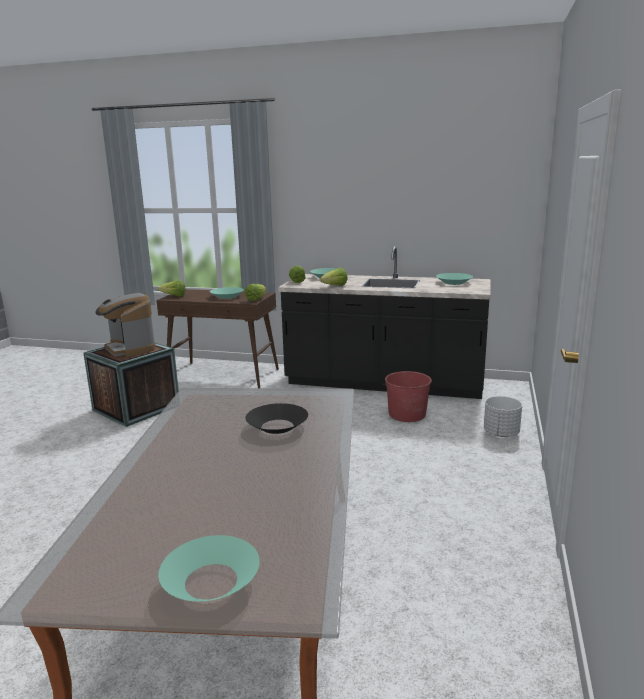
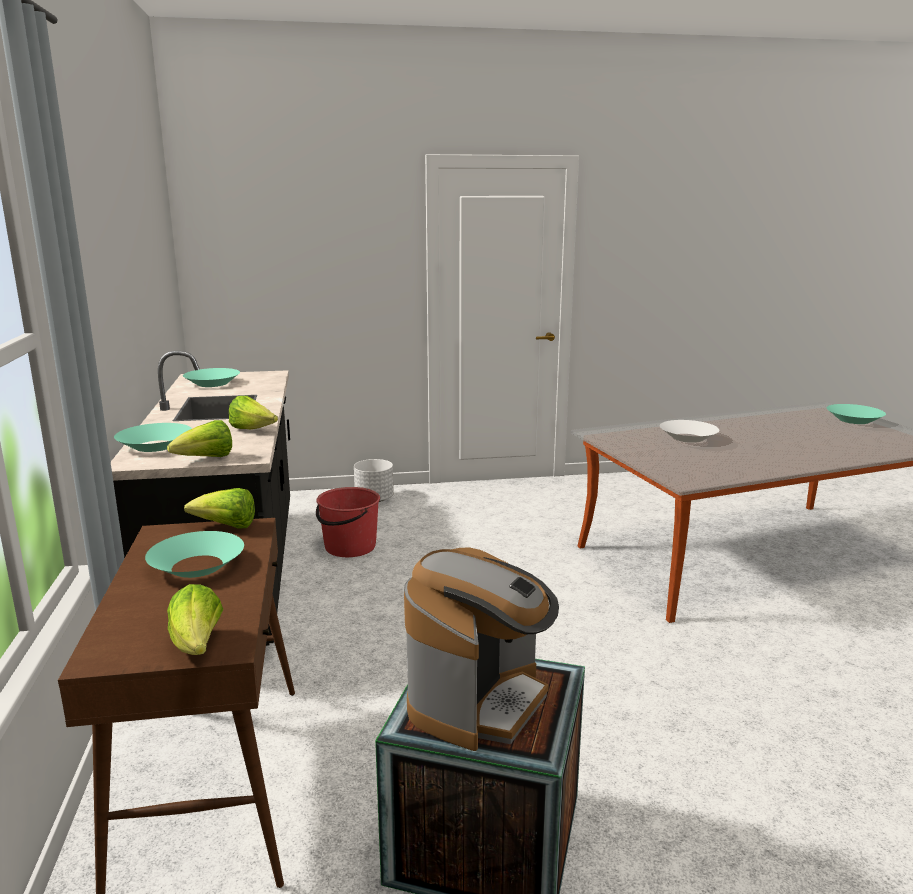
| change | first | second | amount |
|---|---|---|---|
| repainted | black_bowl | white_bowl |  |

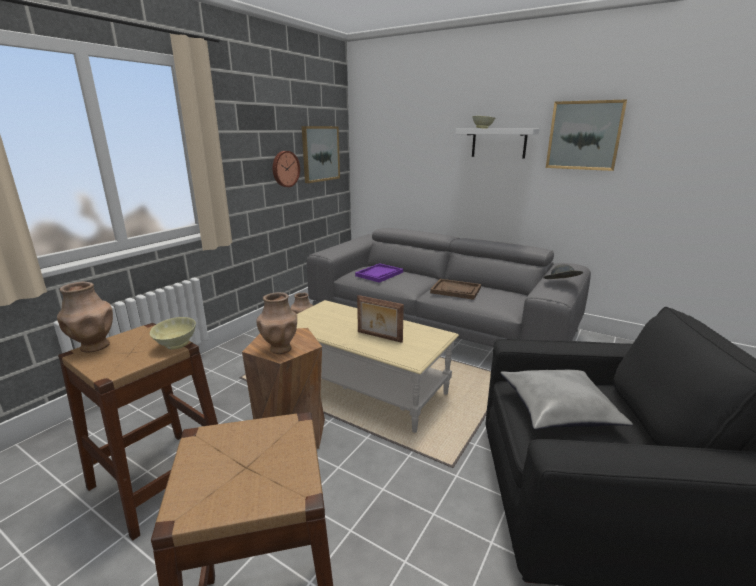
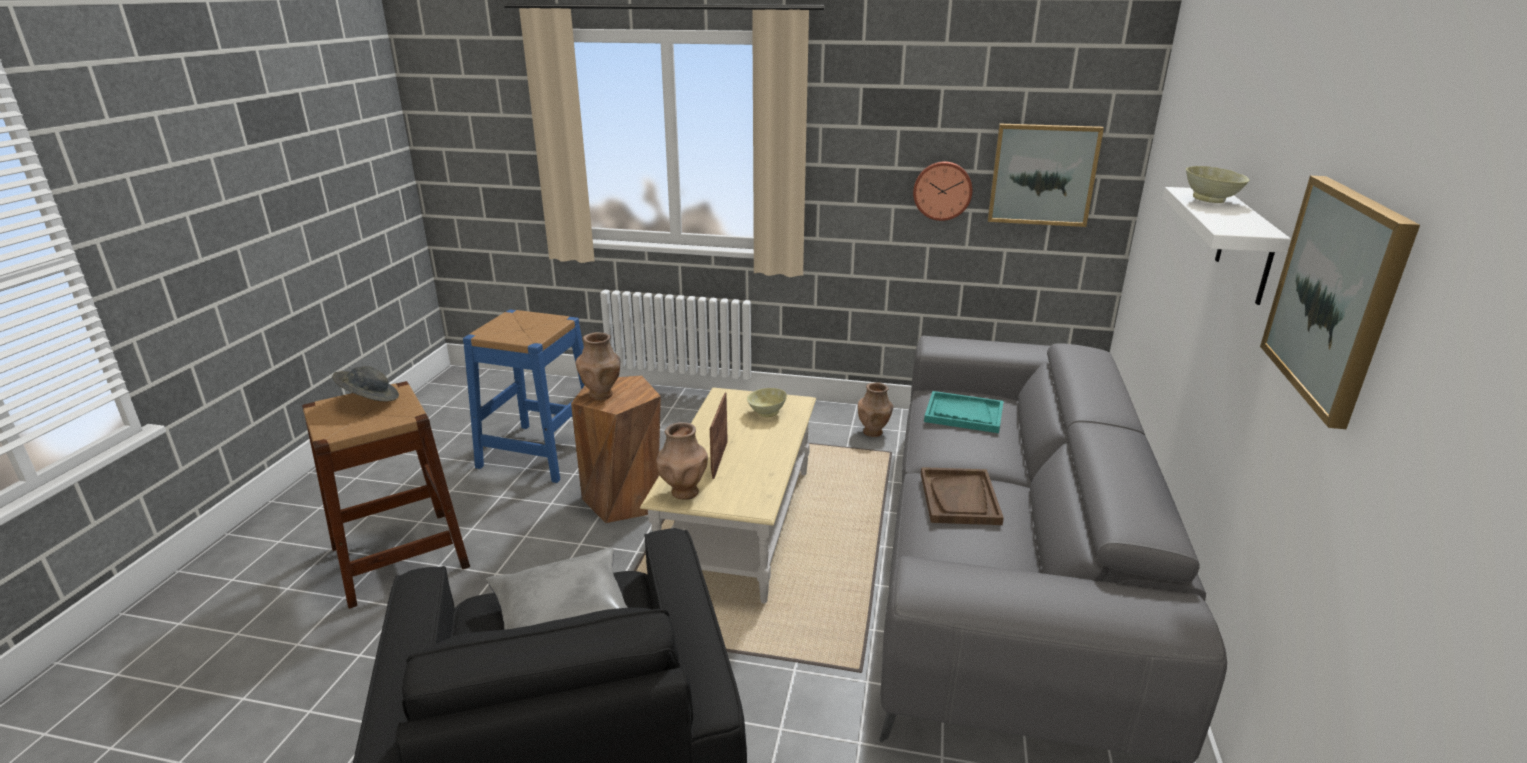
| change | first | second | amount |
|---|---|---|---|
| shifted | brown_vase (no. 1 from left in the first image) | brown_vase (no. 2 from left) |  |
| shifted | beige_bowl (no. 1 from left) |  |  |
| shifted | grey_hat |  |  |
| repainted | brown_stool (no. 1 from left) | blue_stool |  |
| repainted | purple_tray | turquoise_tray |  |

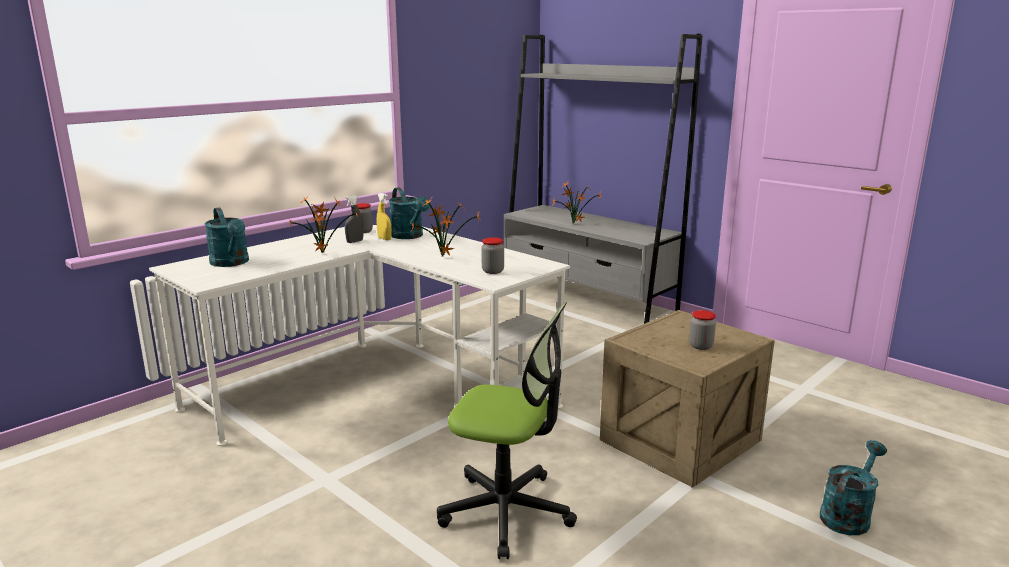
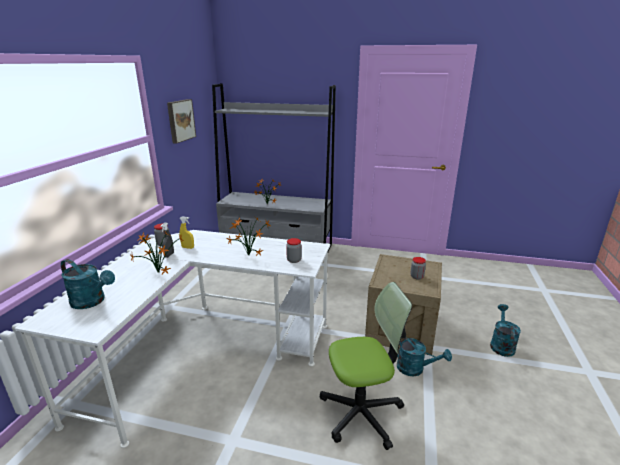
| change | first | second | amount |
|---|---|---|---|
| new |  | picture |  |
| shifted | turquoise_watering_can (no. 2 from left) |  |  |

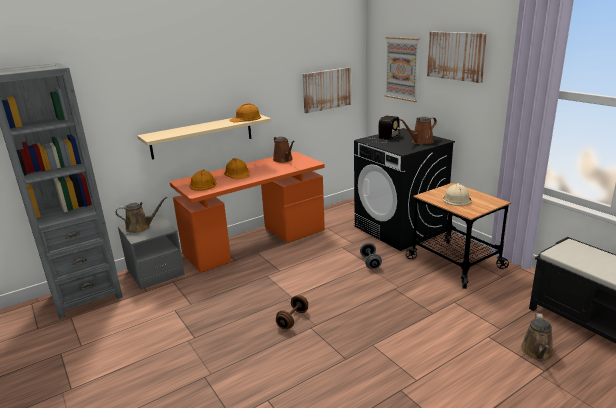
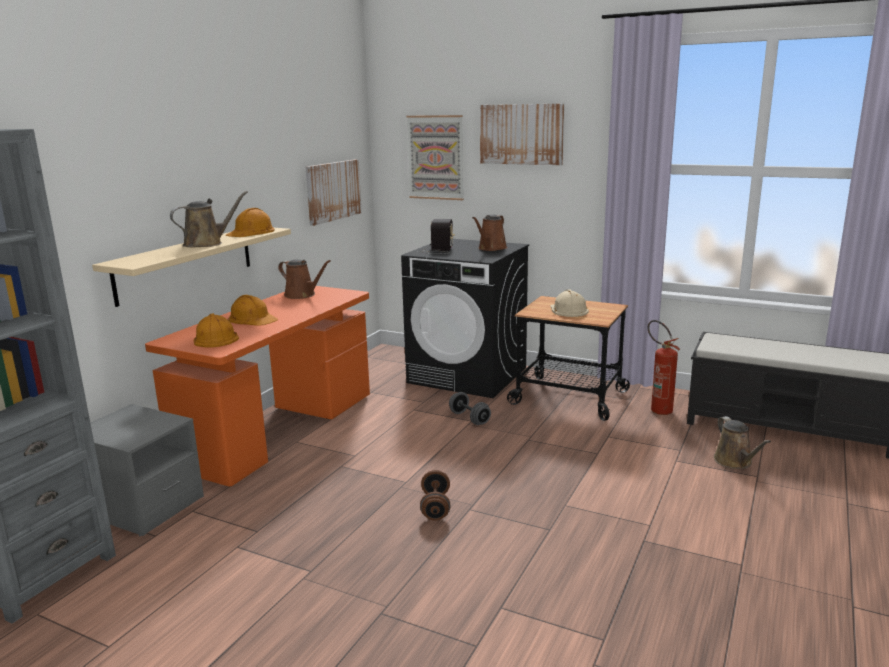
| change | first | second | amount |
|---|---|---|---|
| new |  | fire_extinguisher |  |
| shifted | brown_watering_can (no. 1 from left) |  |  |

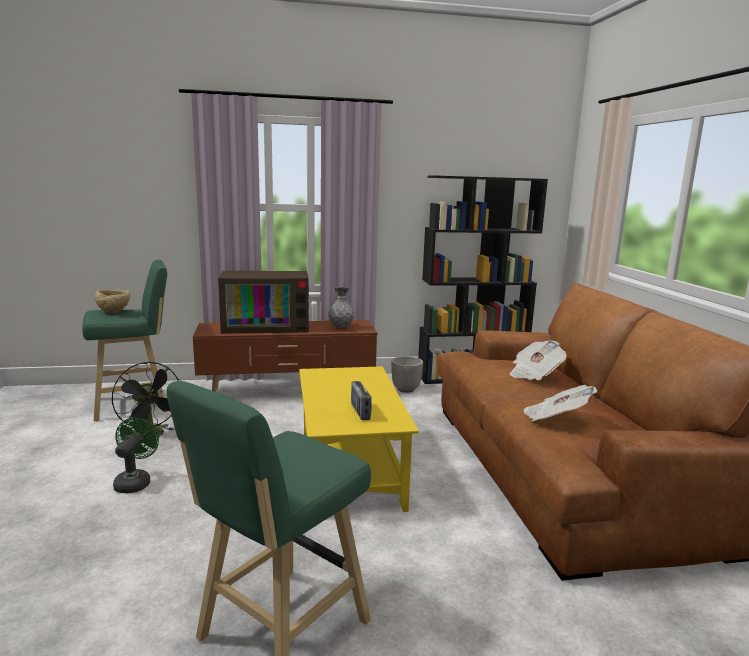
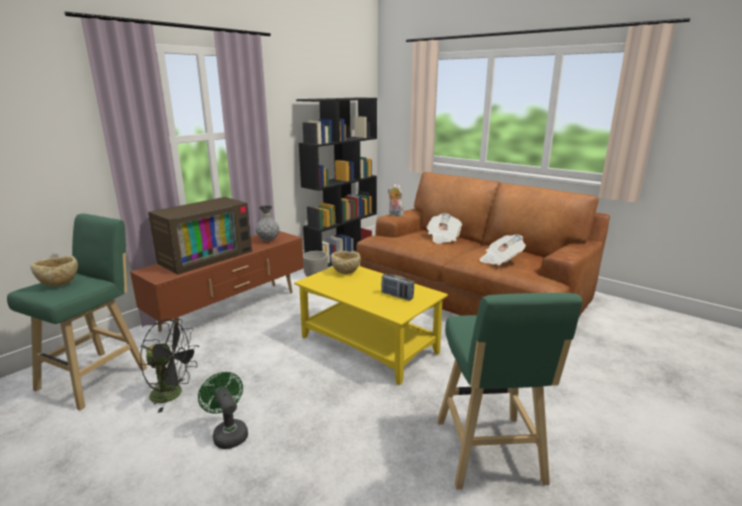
| change | first | second | amount |
|---|---|---|---|
| new |  | beige_bowl (no. 2 from left) |  |
| new |  | plush_toy |  |

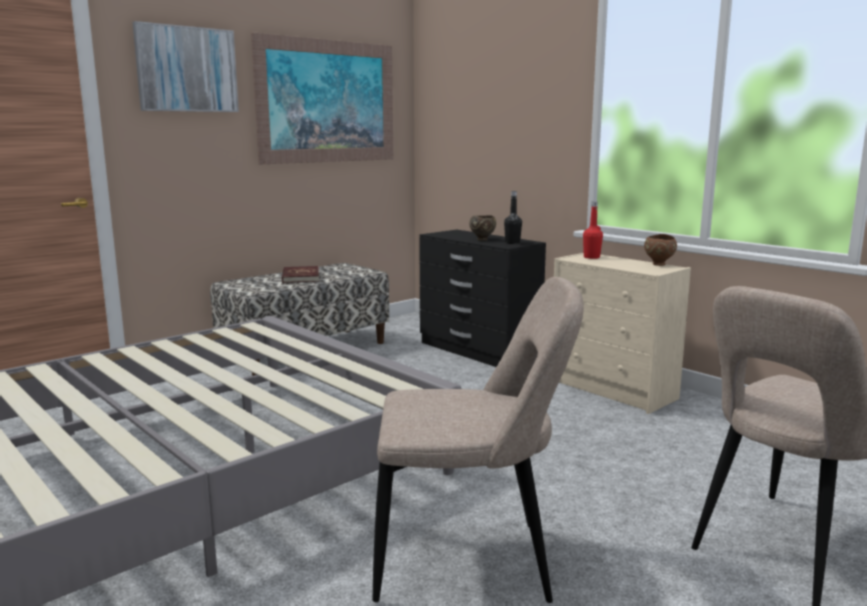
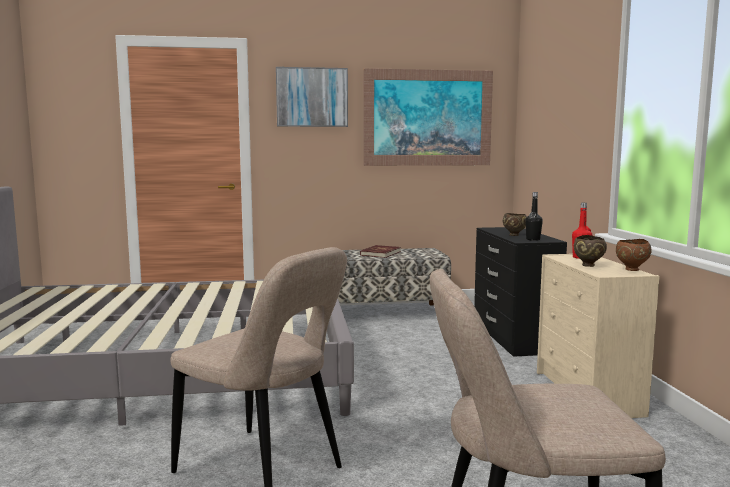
| change | first | second | amount |
|---|---|---|---|
| new |  | brown_bowl (no. 2 from left) |  |

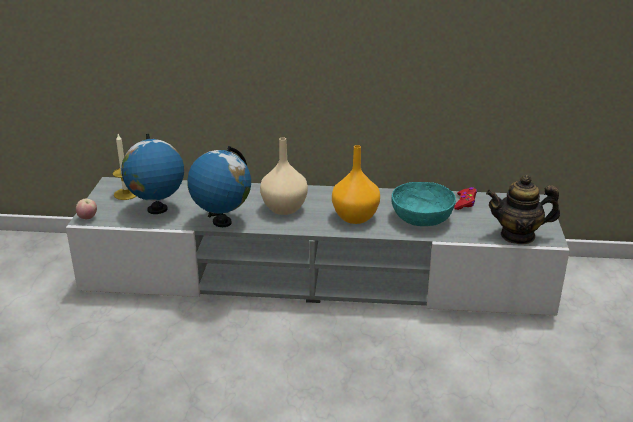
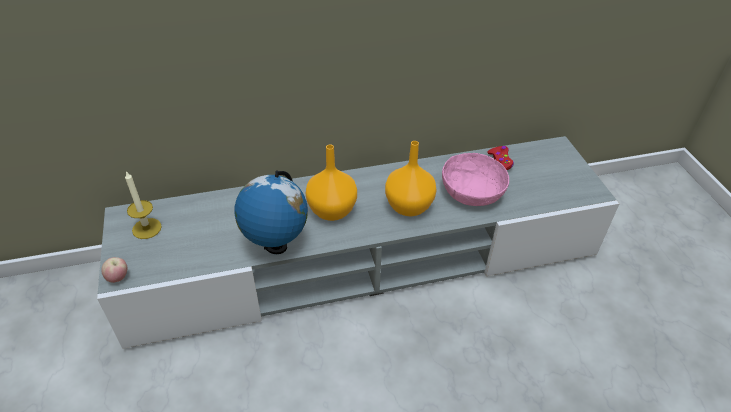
| change | first | second | amount |
|---|---|---|---|
| gone | globe (no. 1 from left) |  |  |
| gone | teapot |  |  |
| repainted | beige_vase | orange_vase (no. 1 from left) |  |
| repainted | turquoise_bowl | pink_bowl |  |

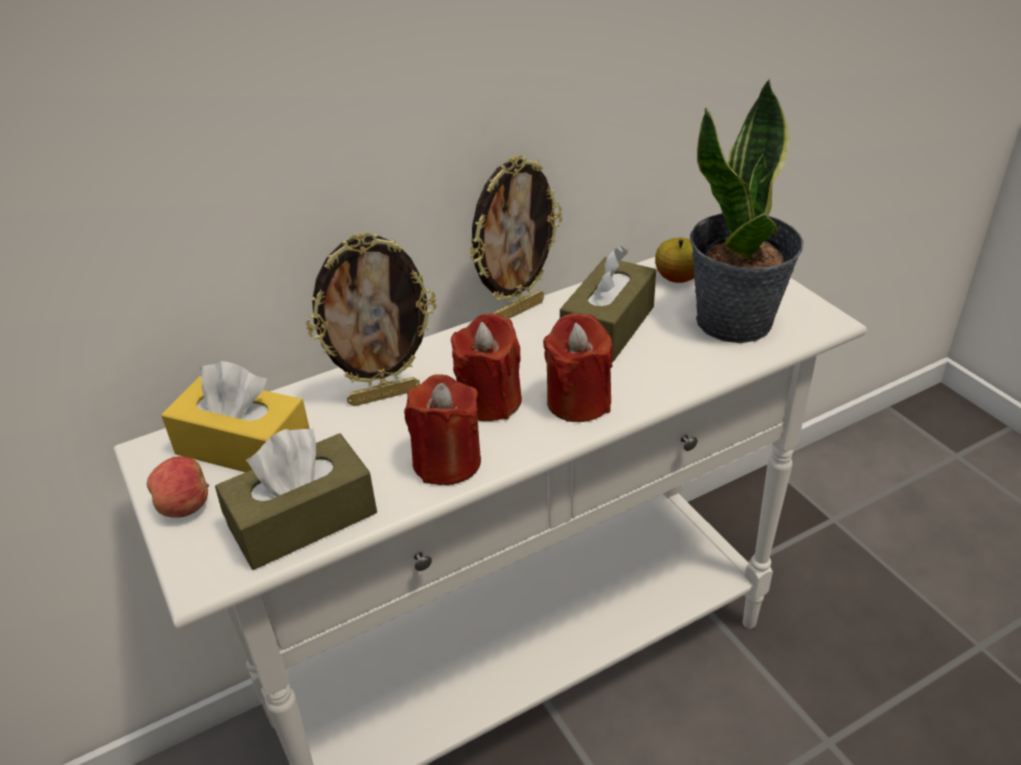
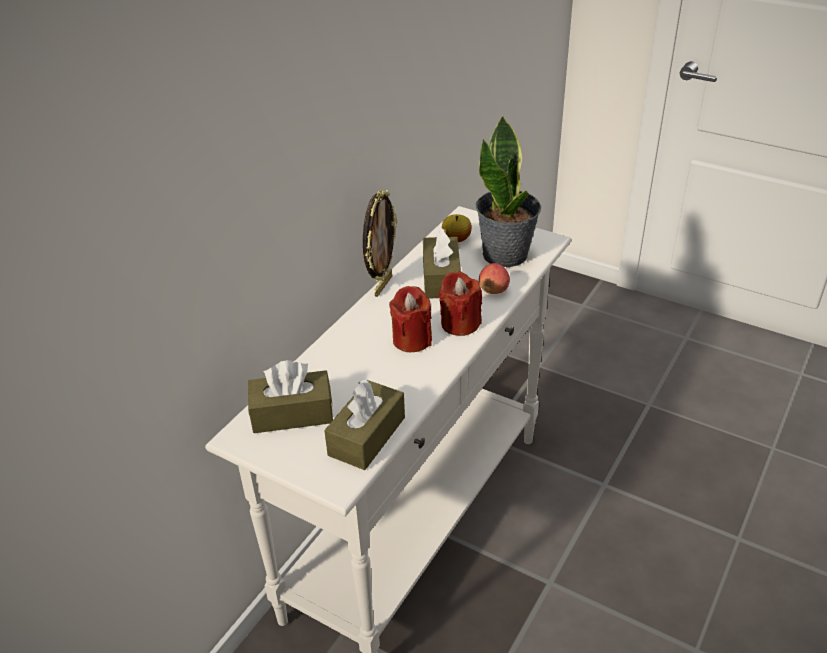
| change | first | second | amount |
|---|---|---|---|
| gone | picture_frame (no. 1 from left) |  |  |
| gone | red_candle (no. 1 from left) |  |  |
| shifted | apple (no. 1 from left in the first image) | apple (no. 2 from left) |  |
| repainted | yellow_tissue_box | brown_tissue_box (no. 1 from left) |  |

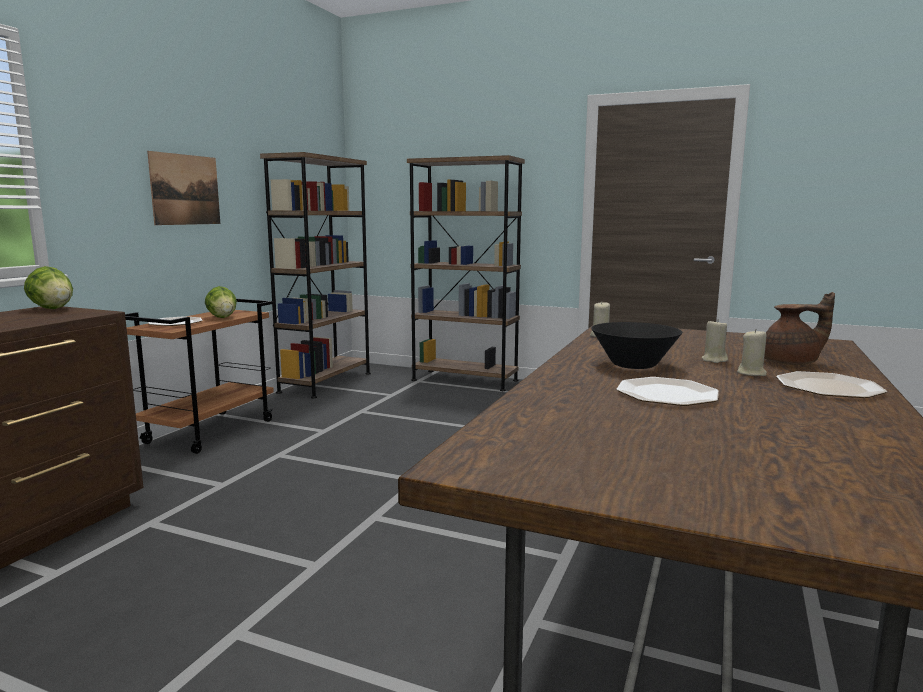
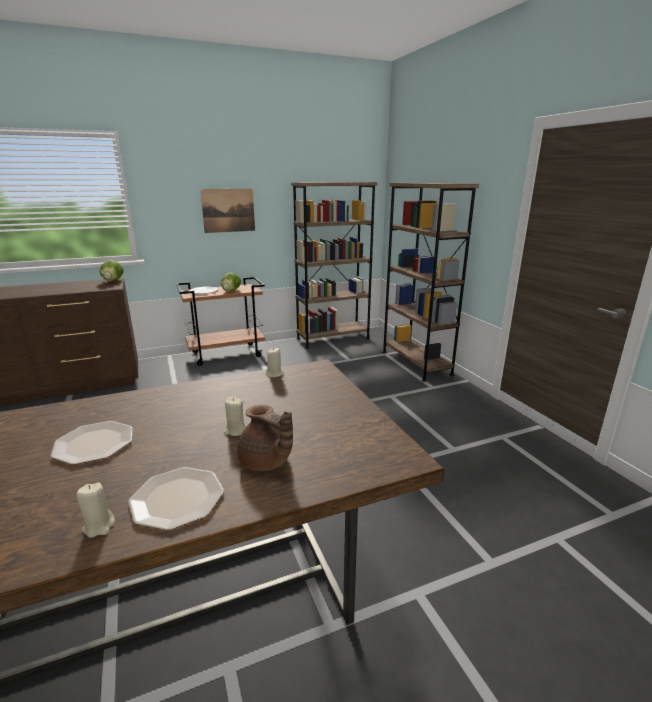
| change | first | second | amount |
|---|---|---|---|
| gone | black_bowl |  |  |
| shifted | beige_candle (no. 3 from left in the first image) | beige_candle (no. 1 from left) |  |

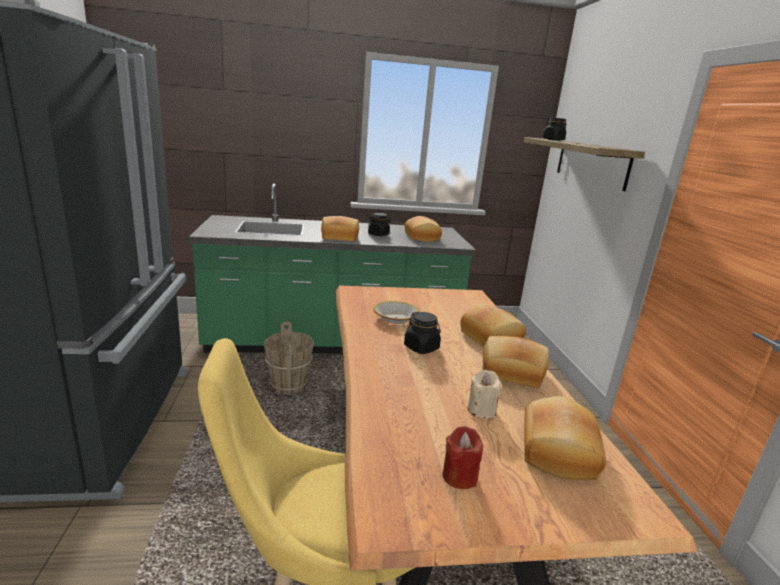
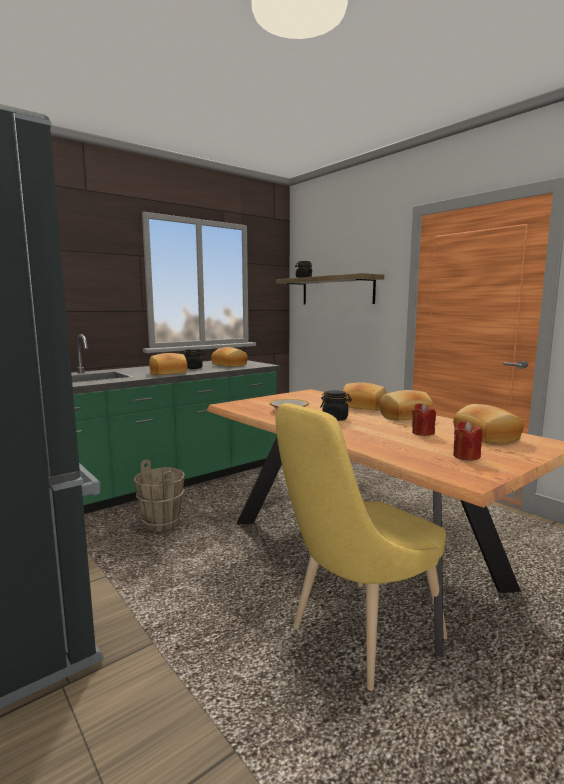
| change | first | second | amount |
|---|---|---|---|
| repainted | beige_candle | red_candle (no. 1 from left) |  |

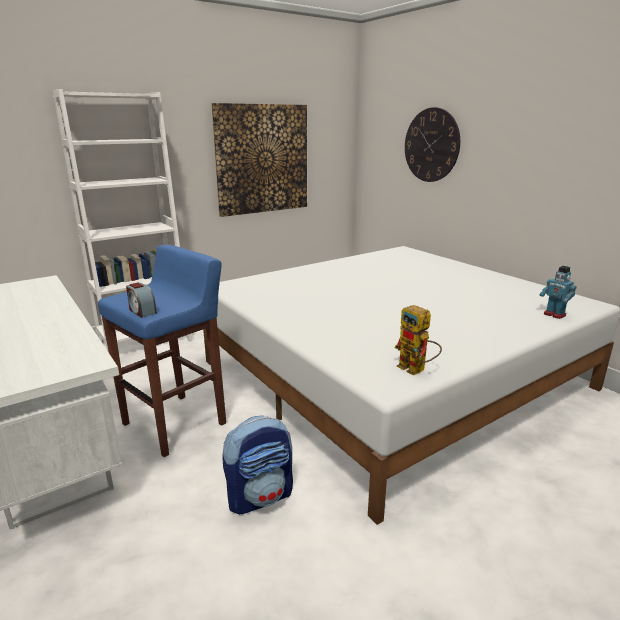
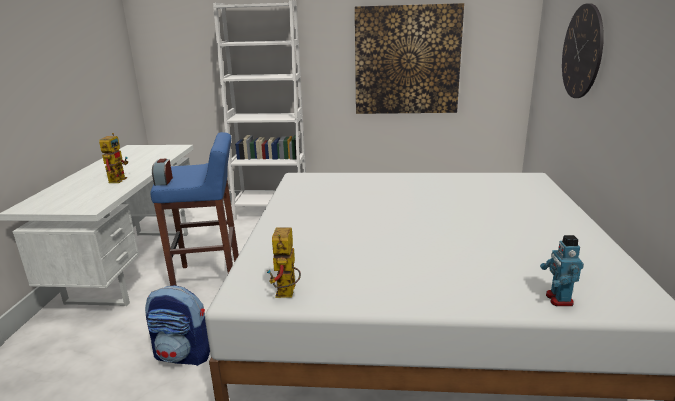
| change | first | second | amount |
|---|---|---|---|
| new |  | toy_robot (no. 1 from left) |  |

